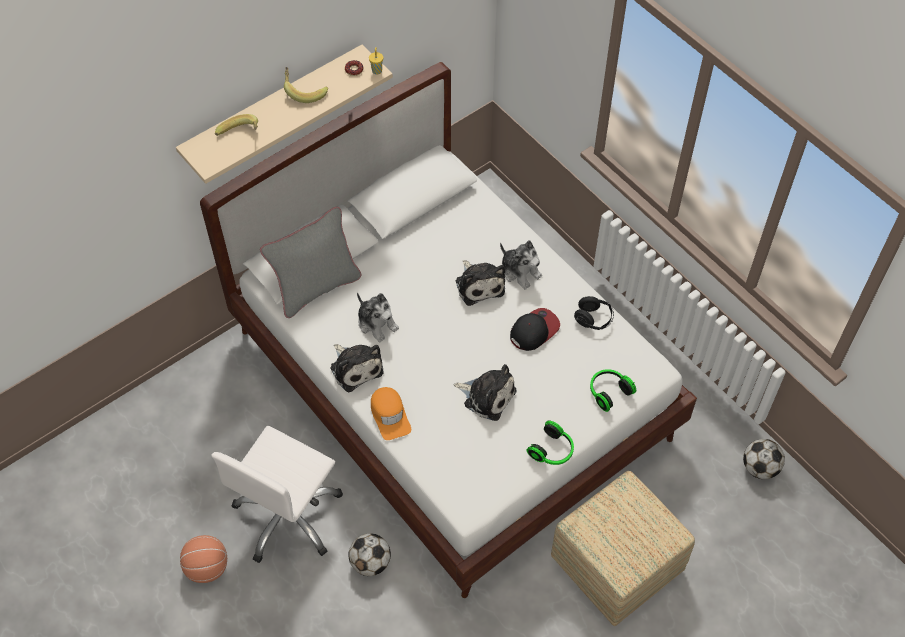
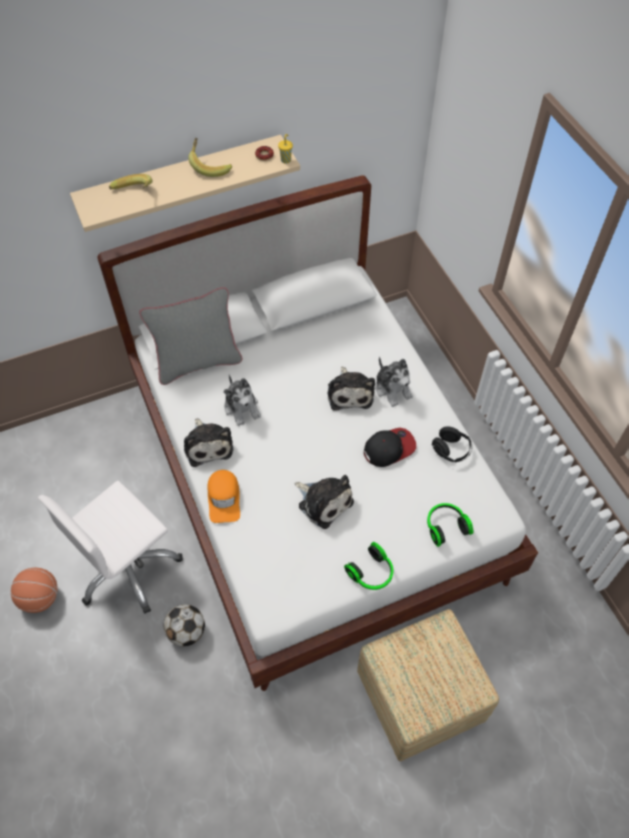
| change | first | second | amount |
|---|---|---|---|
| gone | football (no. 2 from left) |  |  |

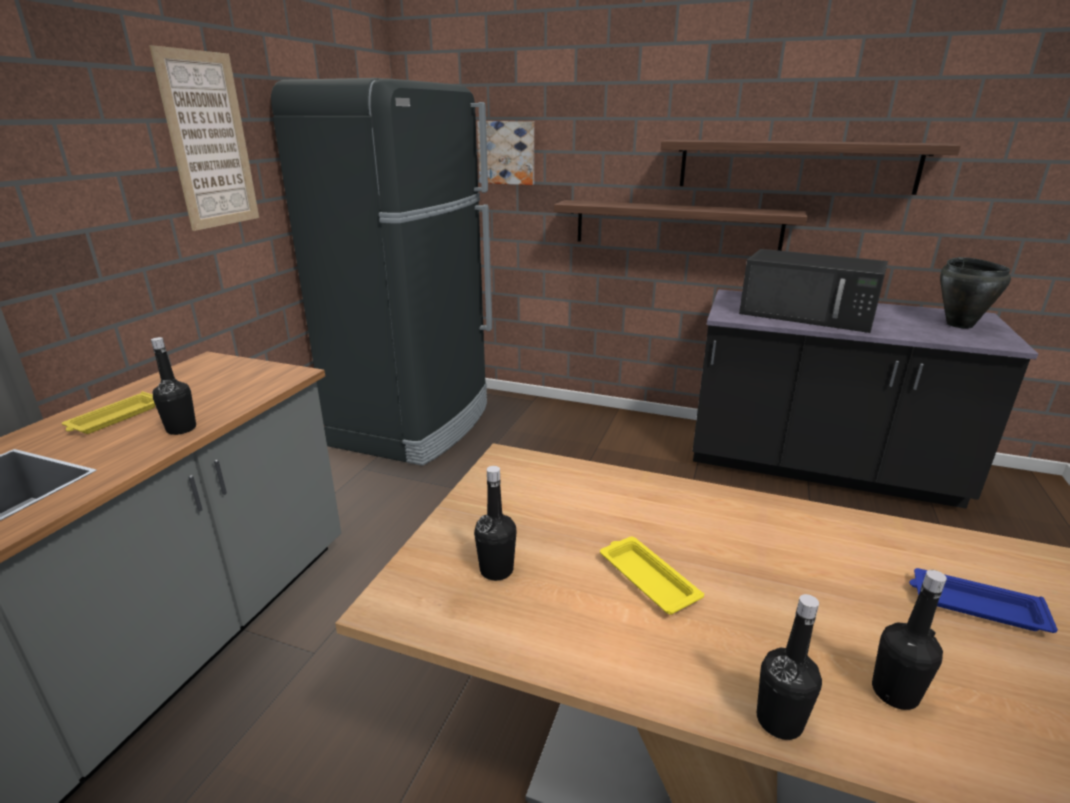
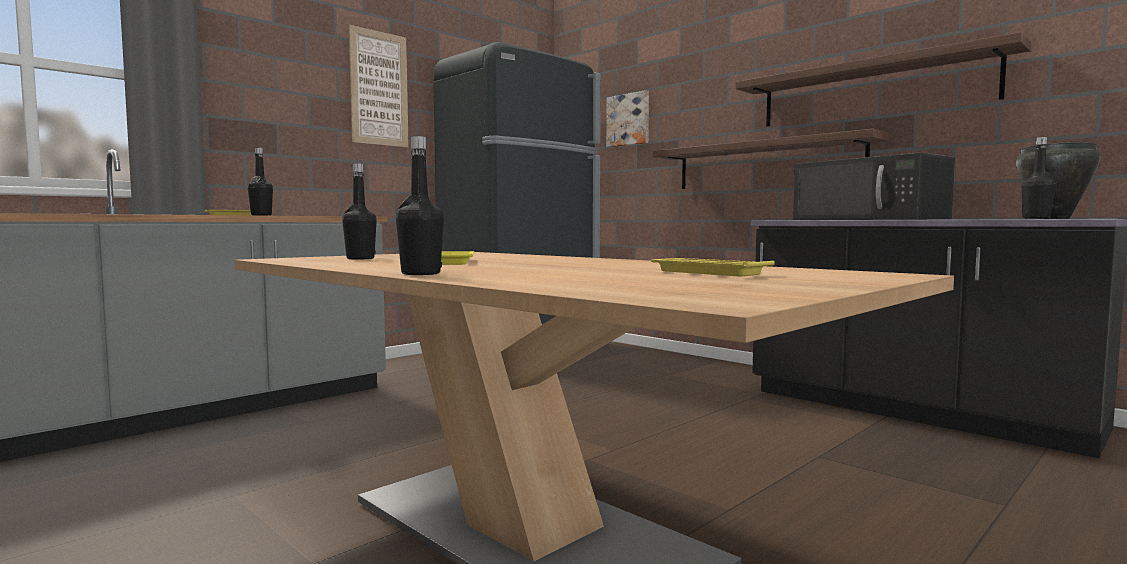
| change | first | second | amount |
|---|---|---|---|
| shifted | black_bottle (no. 4 from left) |  |  |
| repainted | blue_tray | yellow_tray (no. 3 from left) |  |

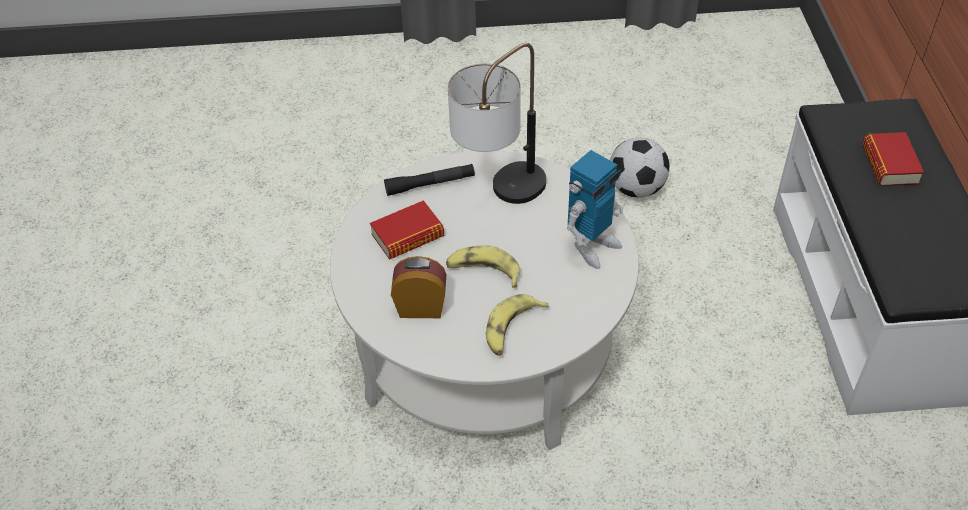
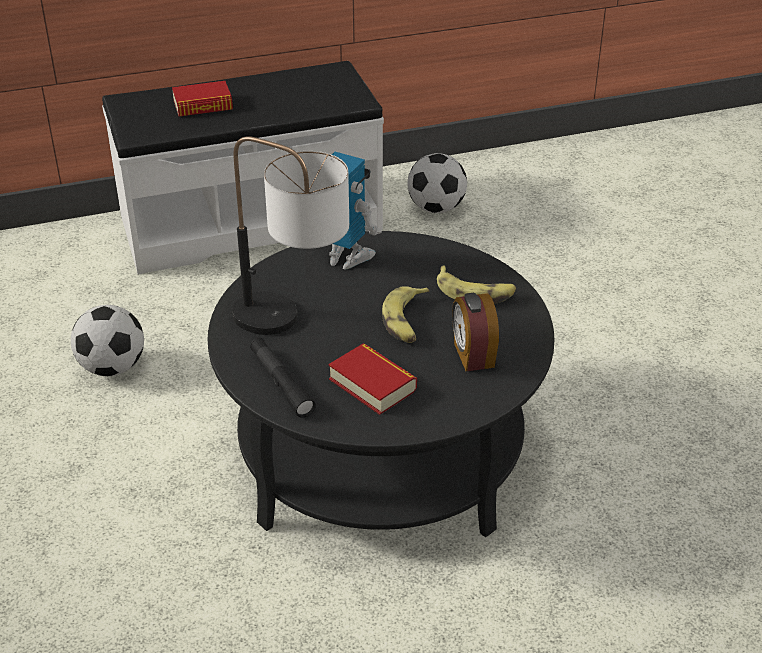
| change | first | second | amount |
|---|---|---|---|
| new |  | football (no. 2 from left) |  |
| repainted | white_coffee_table | black_coffee_table |  |

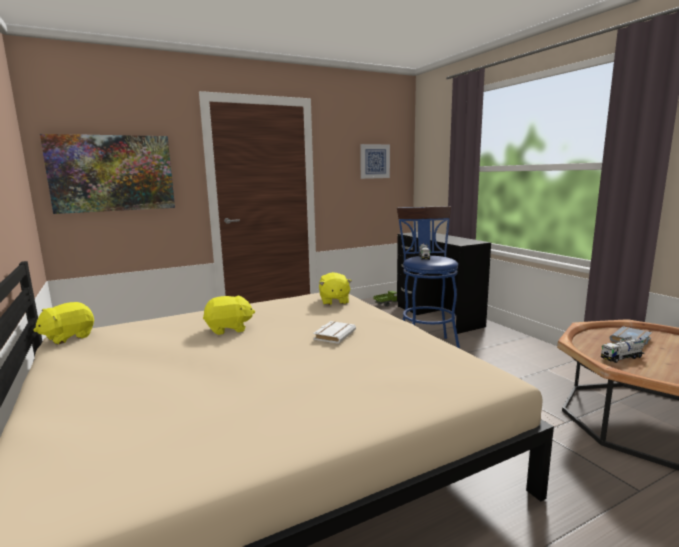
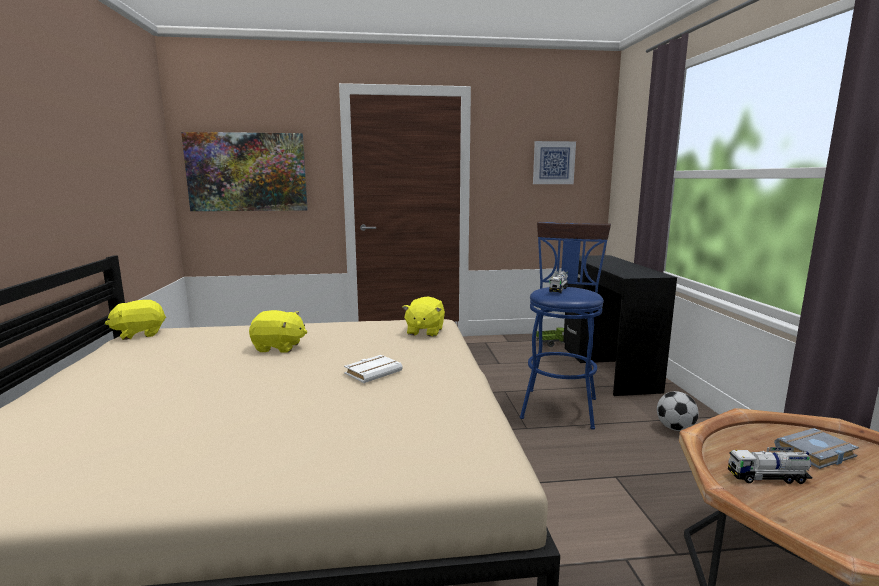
| change | first | second | amount |
|---|---|---|---|
| new |  | football |  |

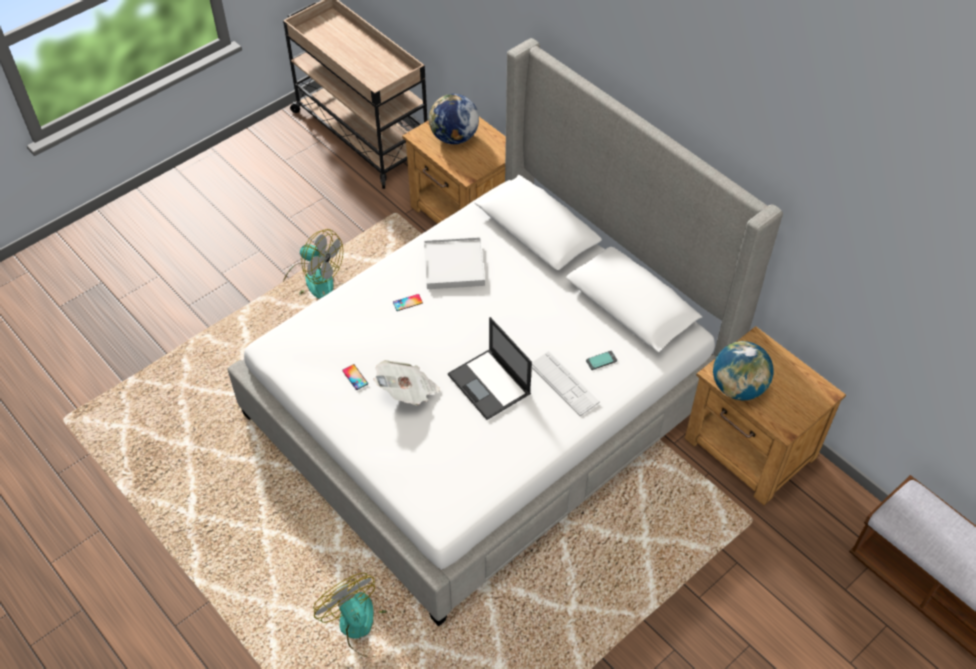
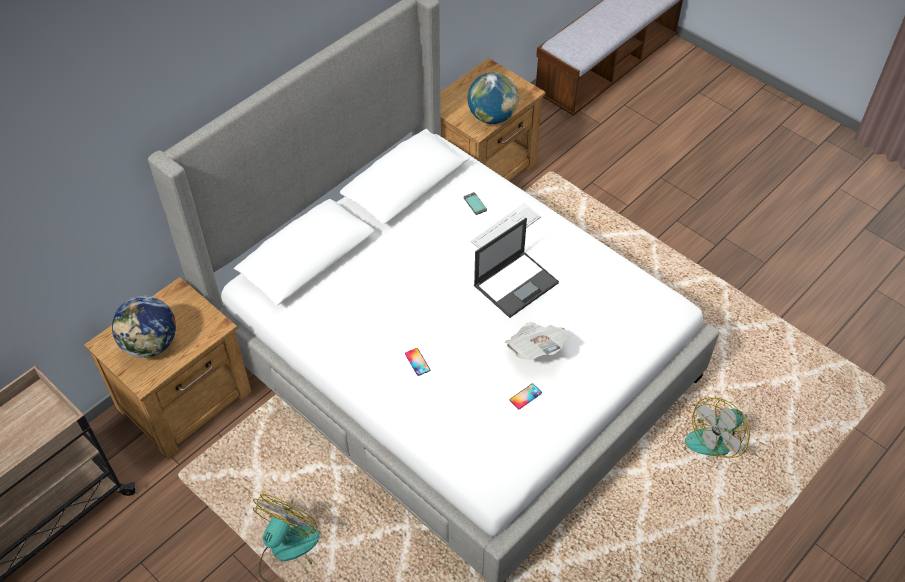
| change | first | second | amount |
|---|---|---|---|
| gone | white_tray |  |  |

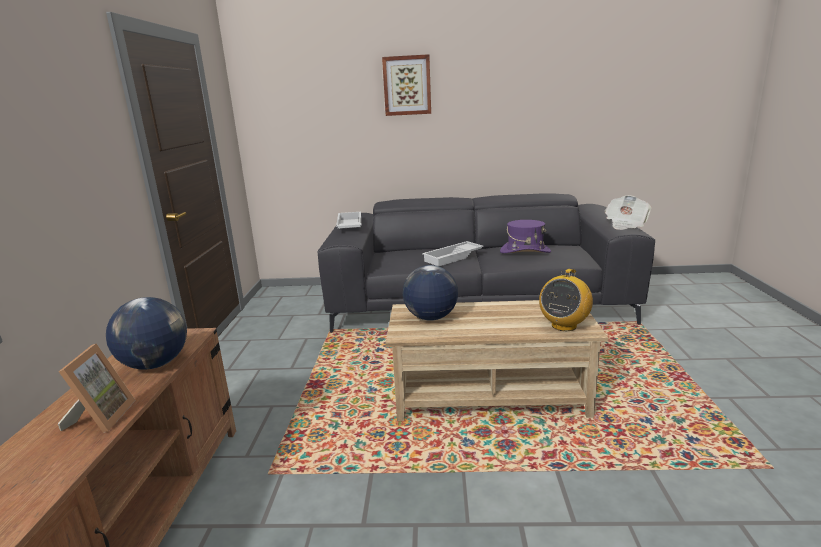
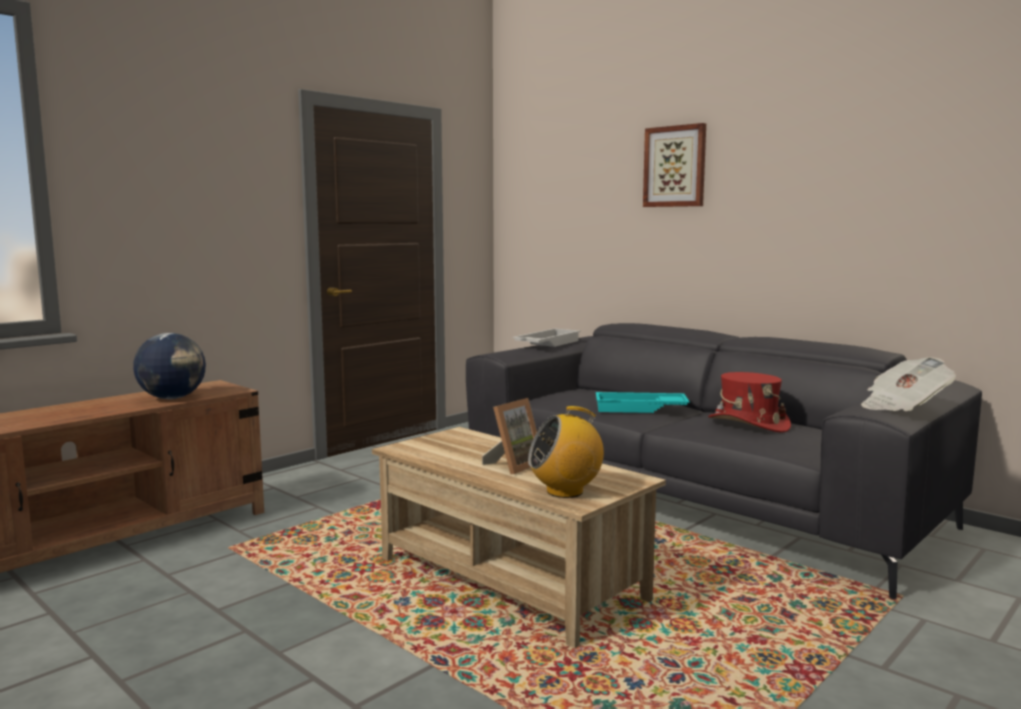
| change | first | second | amount |
|---|---|---|---|
| gone | globe (no. 2 from left) |  |  |
| shifted | picture_frame |  |  |
| repainted | white_tray (no. 2 from left) | turquoise_tray |  |
| repainted | purple_hat | red_hat |  |

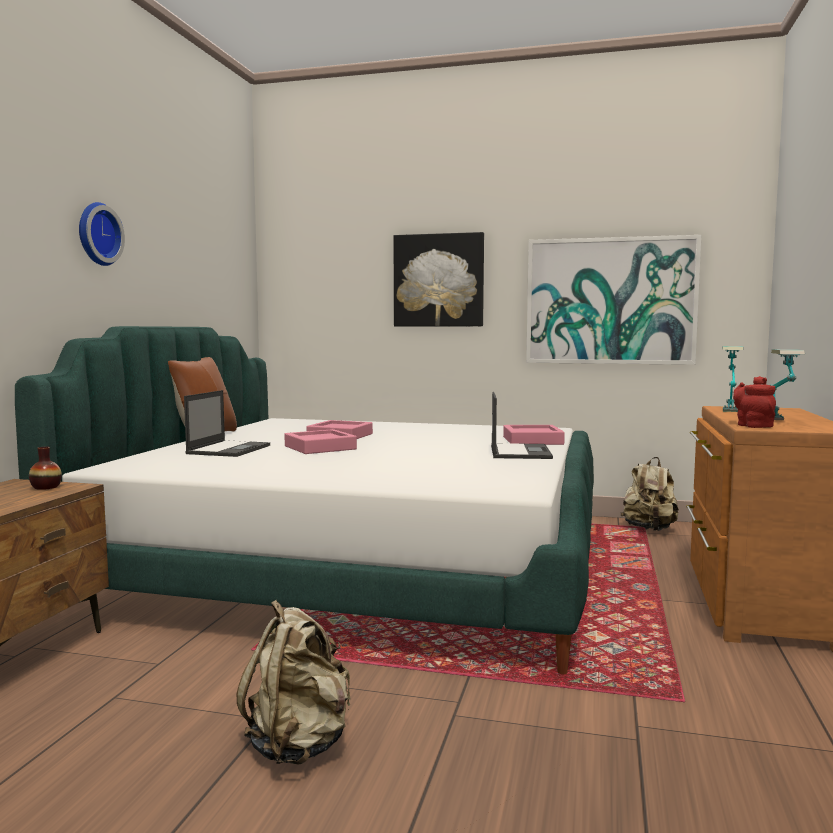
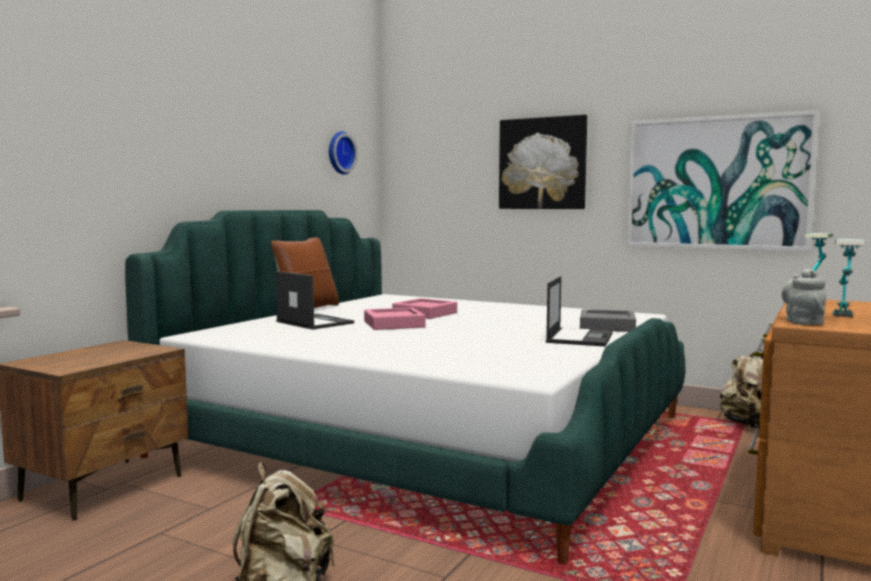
| change | first | second | amount |
|---|---|---|---|
| gone | vase |  |  |
| shifted | wall_clock |  |  |
| repainted | pink_tray (no. 3 from left) | grey_tray |  |
| repainted | red_teapot | grey_teapot |  |
| rotated | laptop (no. 1 from left) |  | 75 degrees counterclockwise |

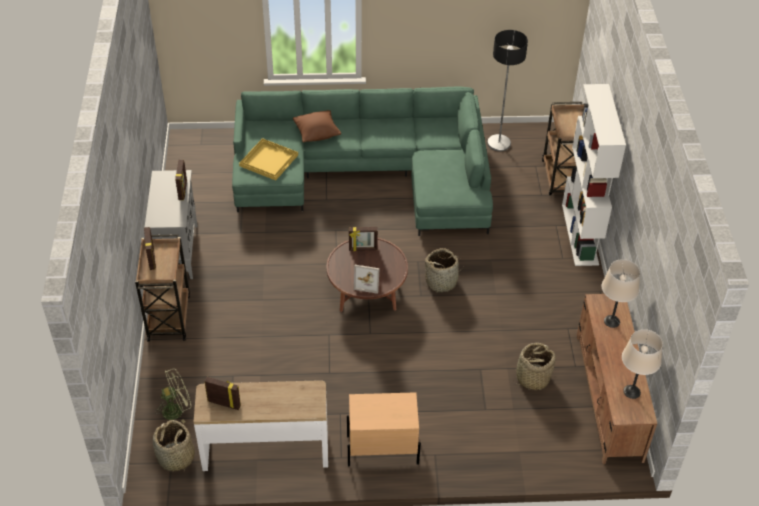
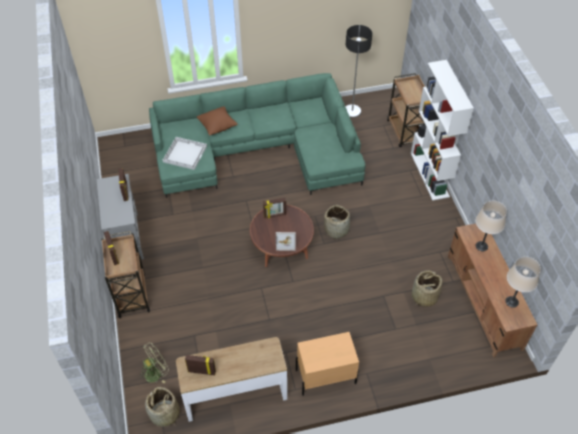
| change | first | second | amount |
|---|---|---|---|
| repainted | yellow_tray | white_tray |  |

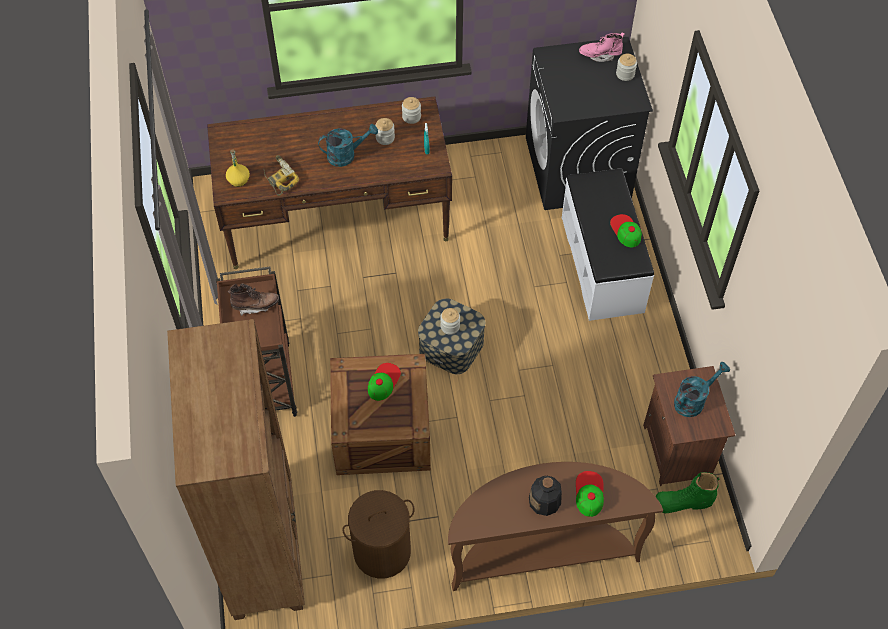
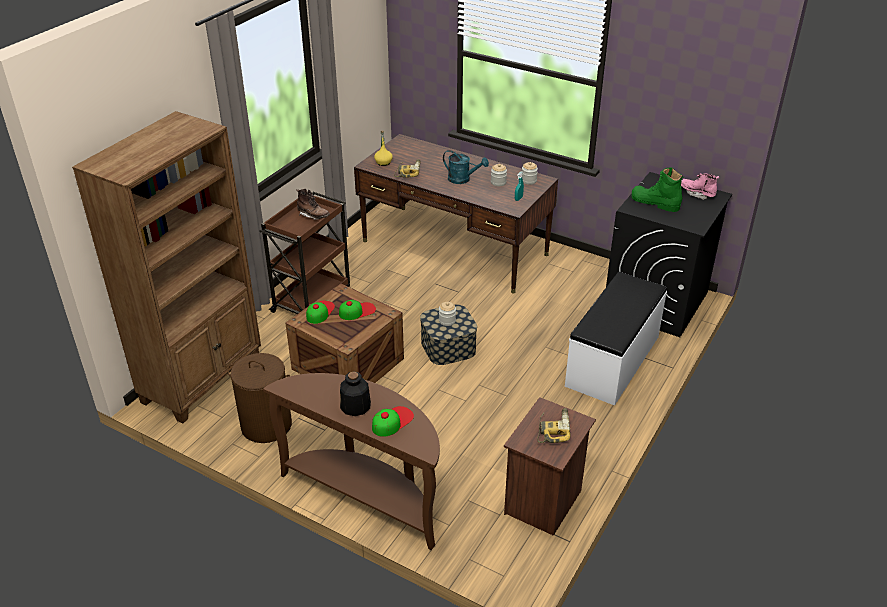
| change | first | second | amount |
|---|---|---|---|
| gone | jar (no. 4 from left) |  |  |
| shifted | cap (no. 3 from left in the first image) | cap (no. 1 from left) |  |
| shifted | green_boot |  |  |
| swapped | turquoise_watering_can (no. 2 from left) | power_drill (no. 2 from left) |  |

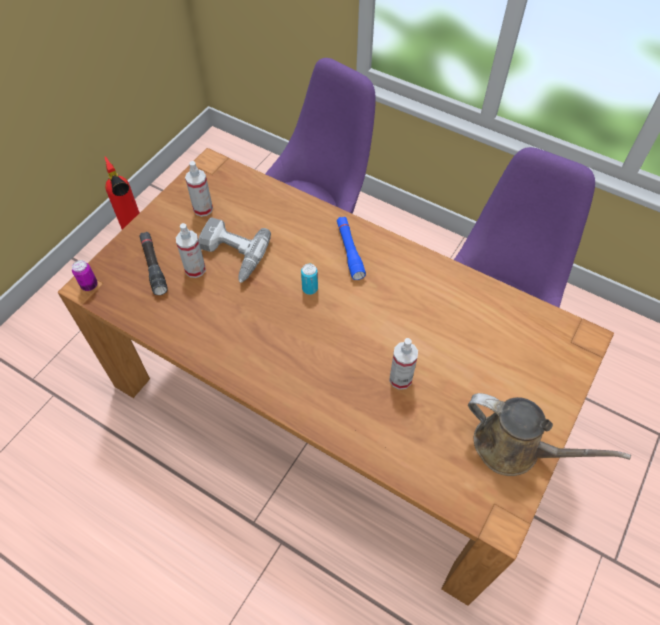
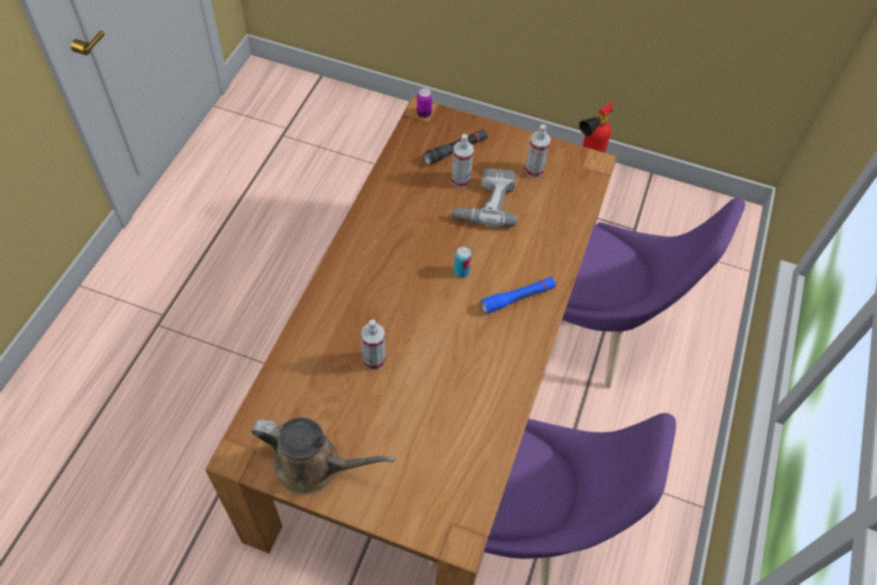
| change | first | second | amount |
|---|---|---|---|
| rotated | brown_watering_can |  | 90 degrees counterclockwise |

